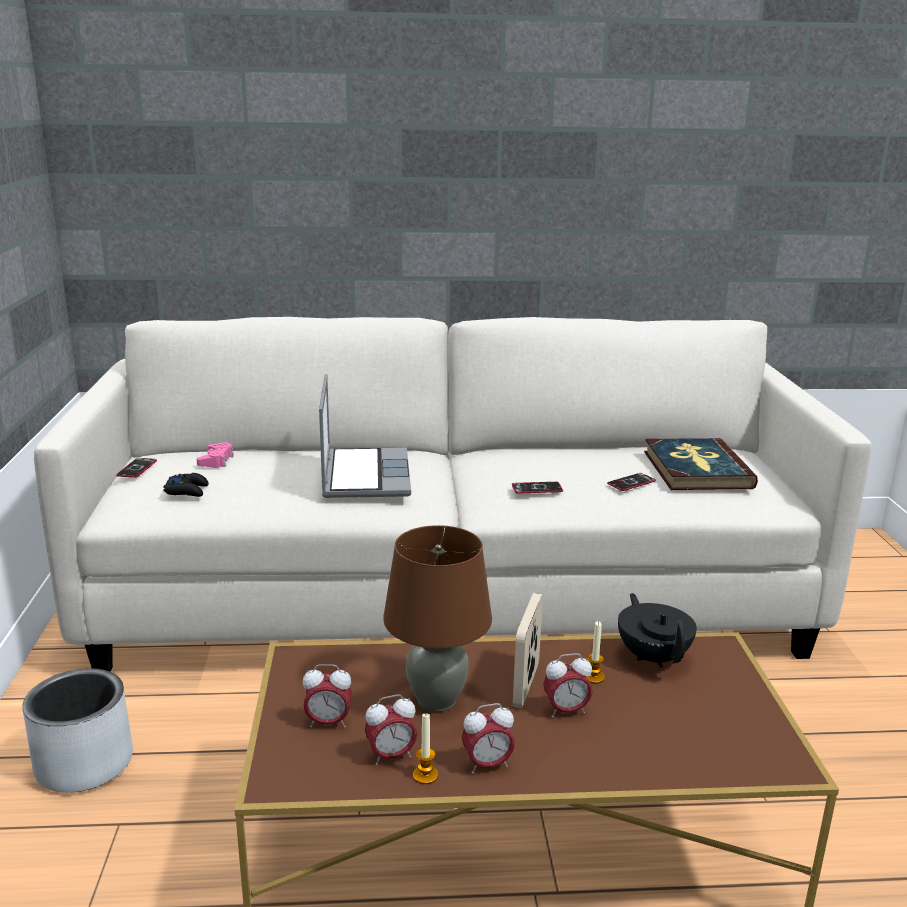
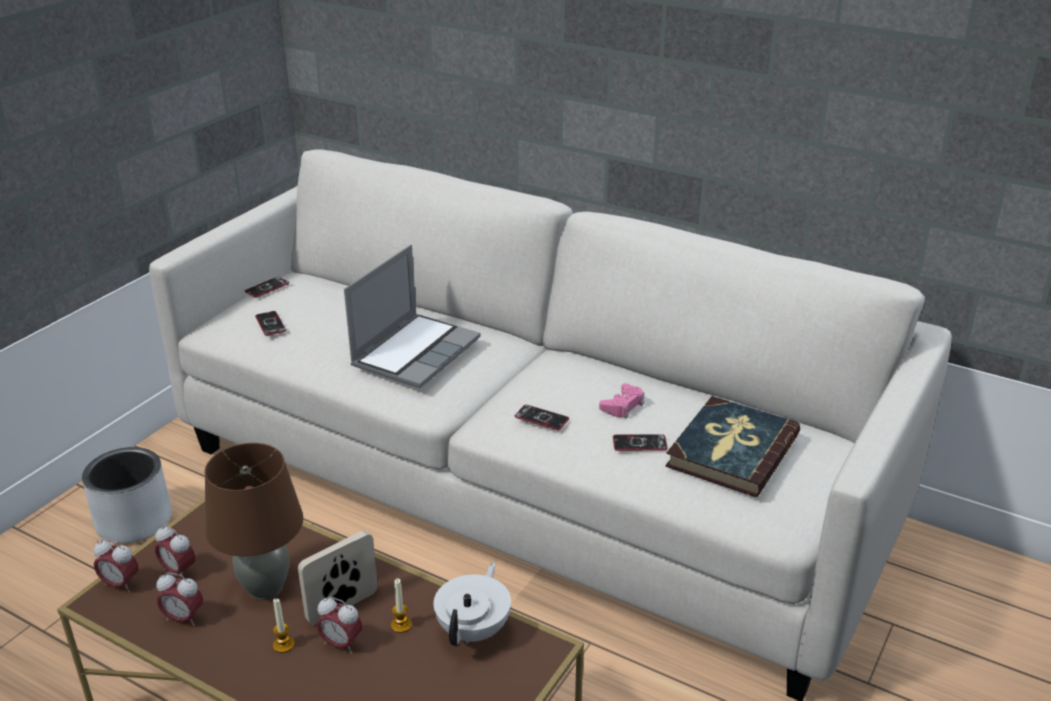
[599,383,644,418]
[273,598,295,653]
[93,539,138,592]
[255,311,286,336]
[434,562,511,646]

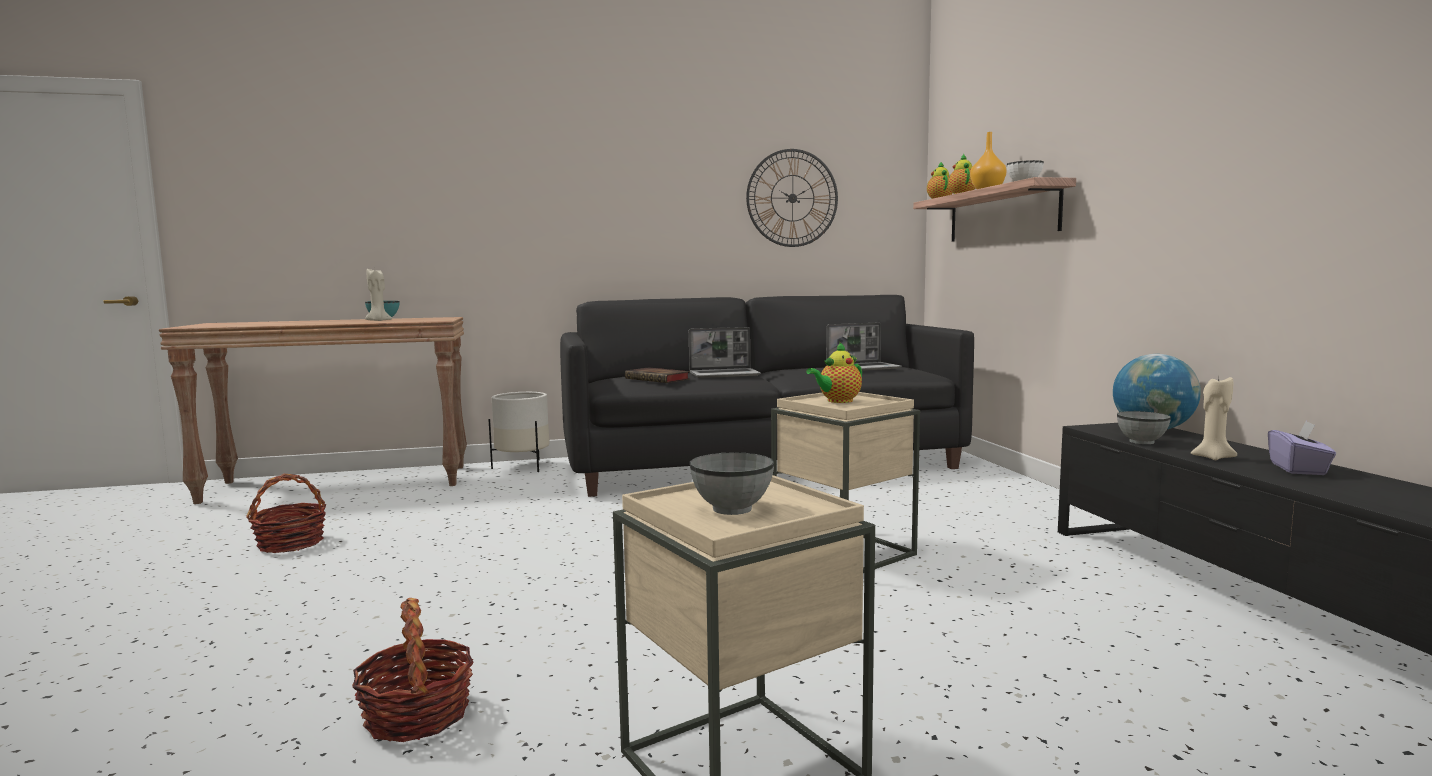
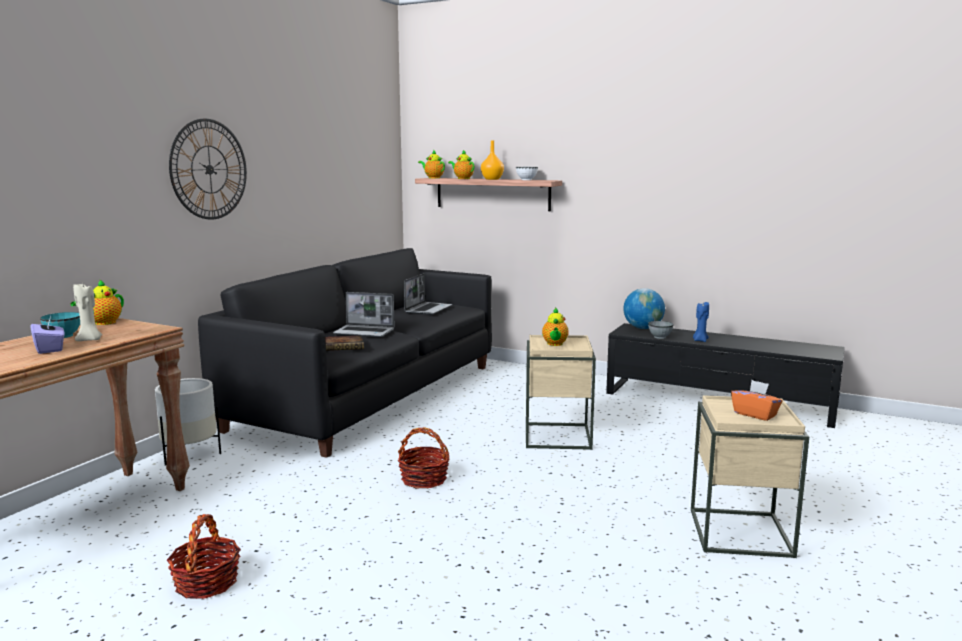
[71,279,124,325]
[398,427,450,489]
[169,119,247,220]
[30,316,65,354]
[731,380,782,421]
[693,302,709,342]
[333,292,395,337]

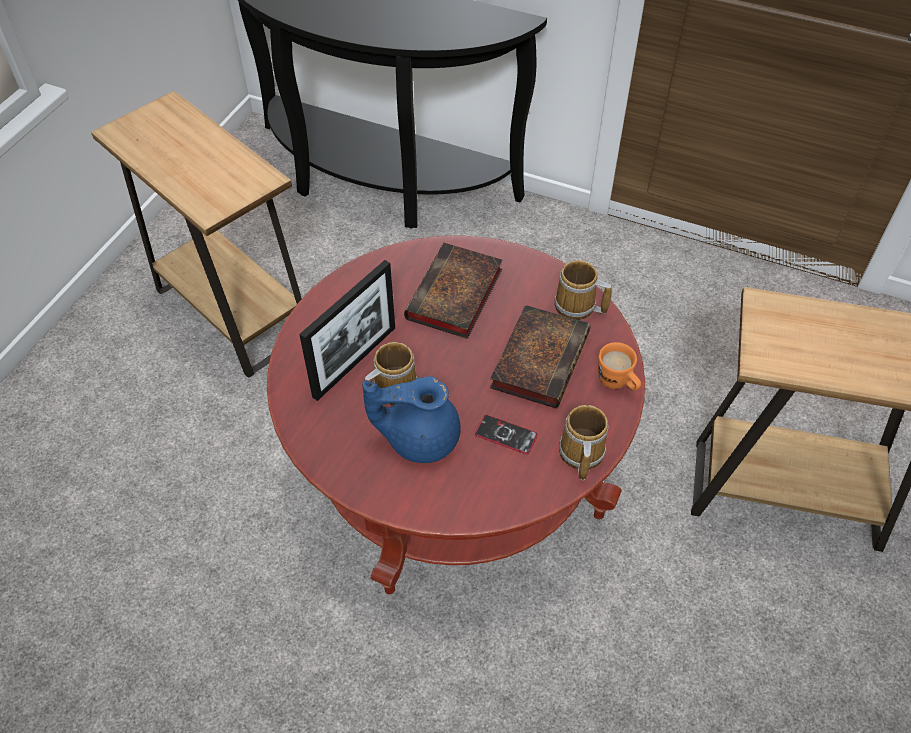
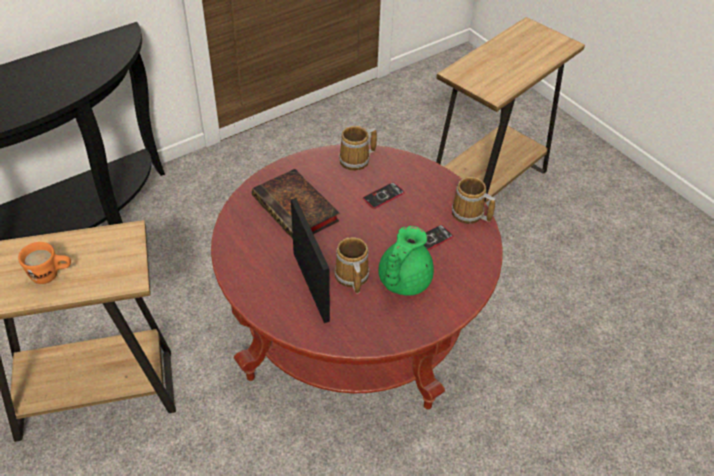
[18,242,71,284]
[363,182,405,209]
[378,226,434,296]

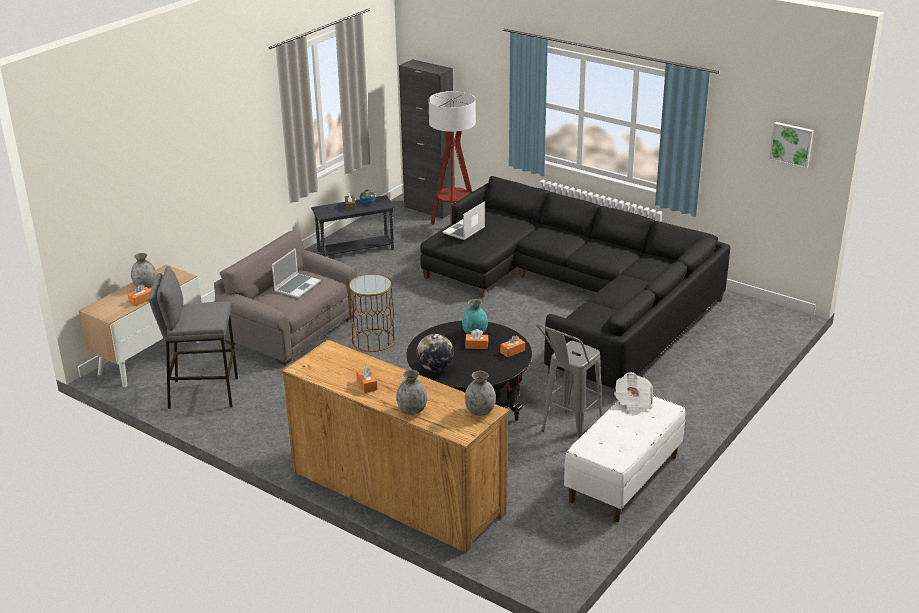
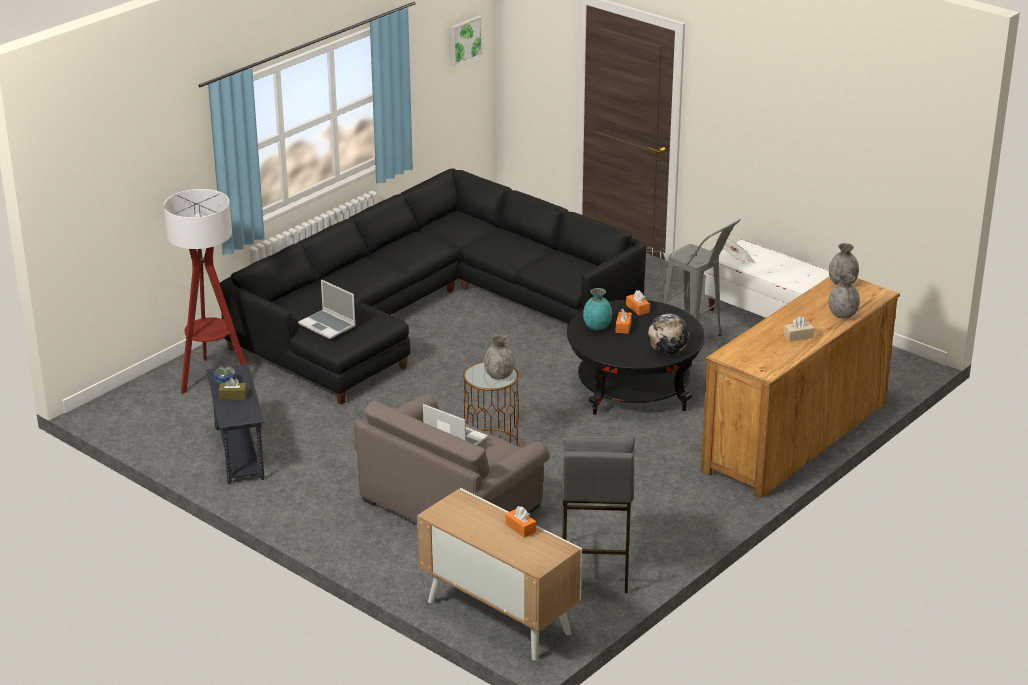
[399,59,455,219] (first image)
[484,335,515,379]
[784,316,814,342]

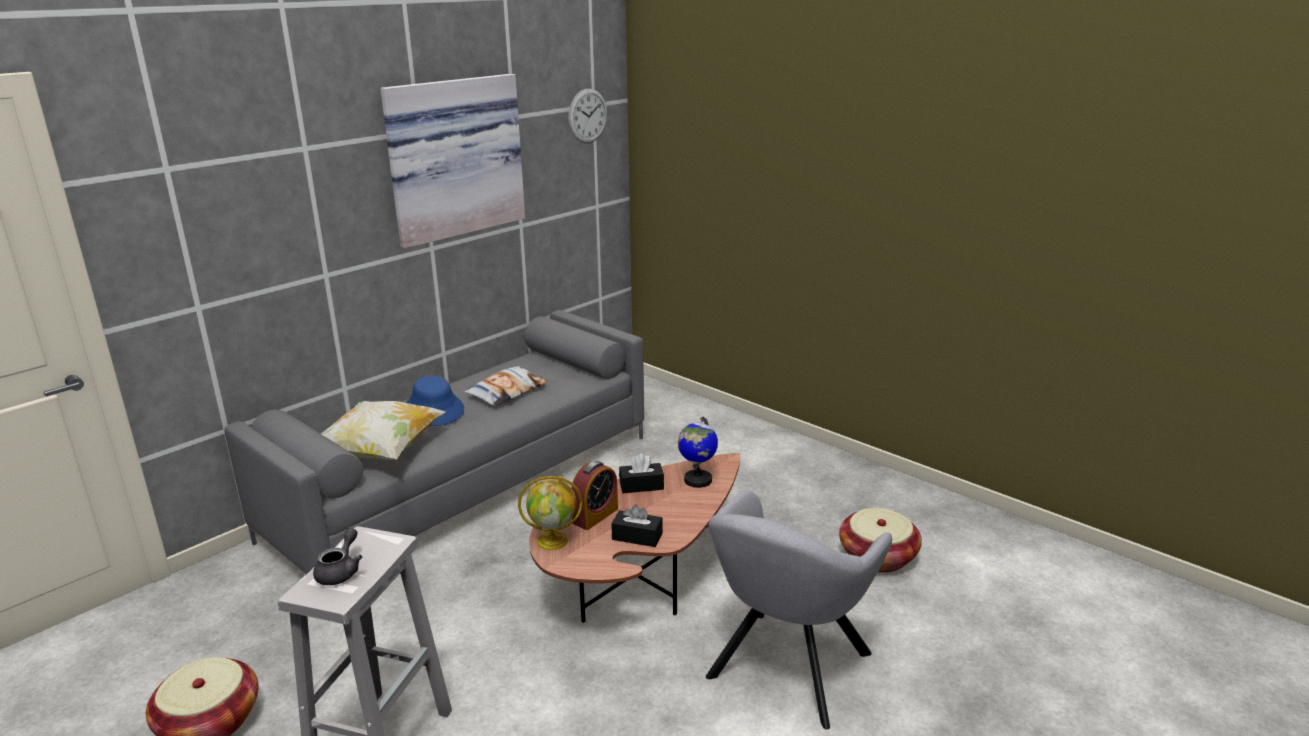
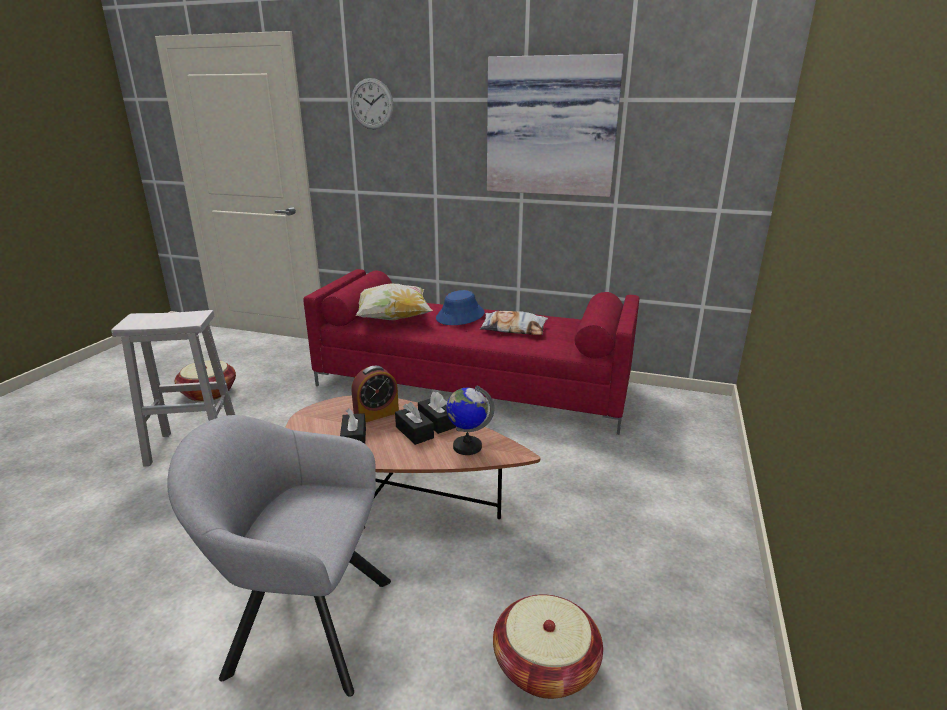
[313,528,362,585] (first image)
[518,476,583,550] (first image)
[395,402,434,445]
[351,78,394,129]
[303,269,639,435]
[351,366,399,422]

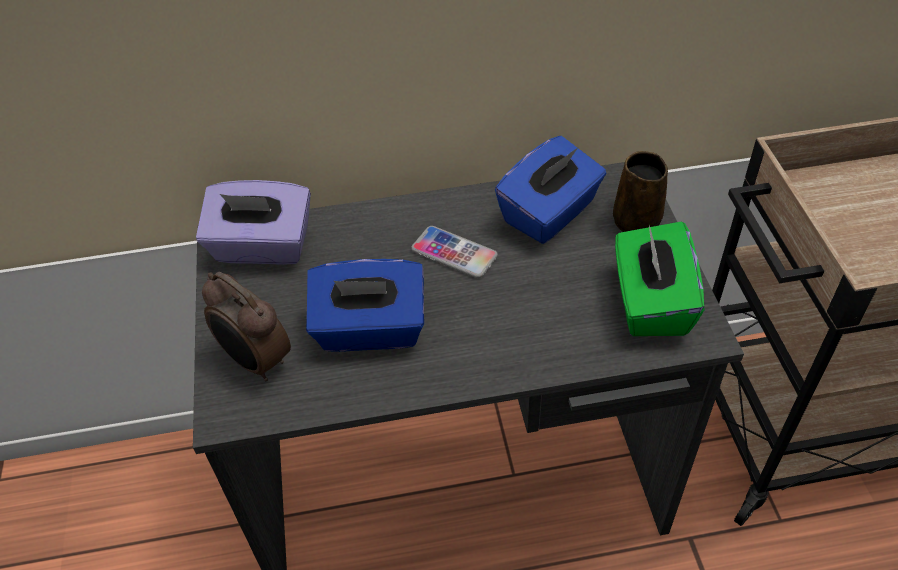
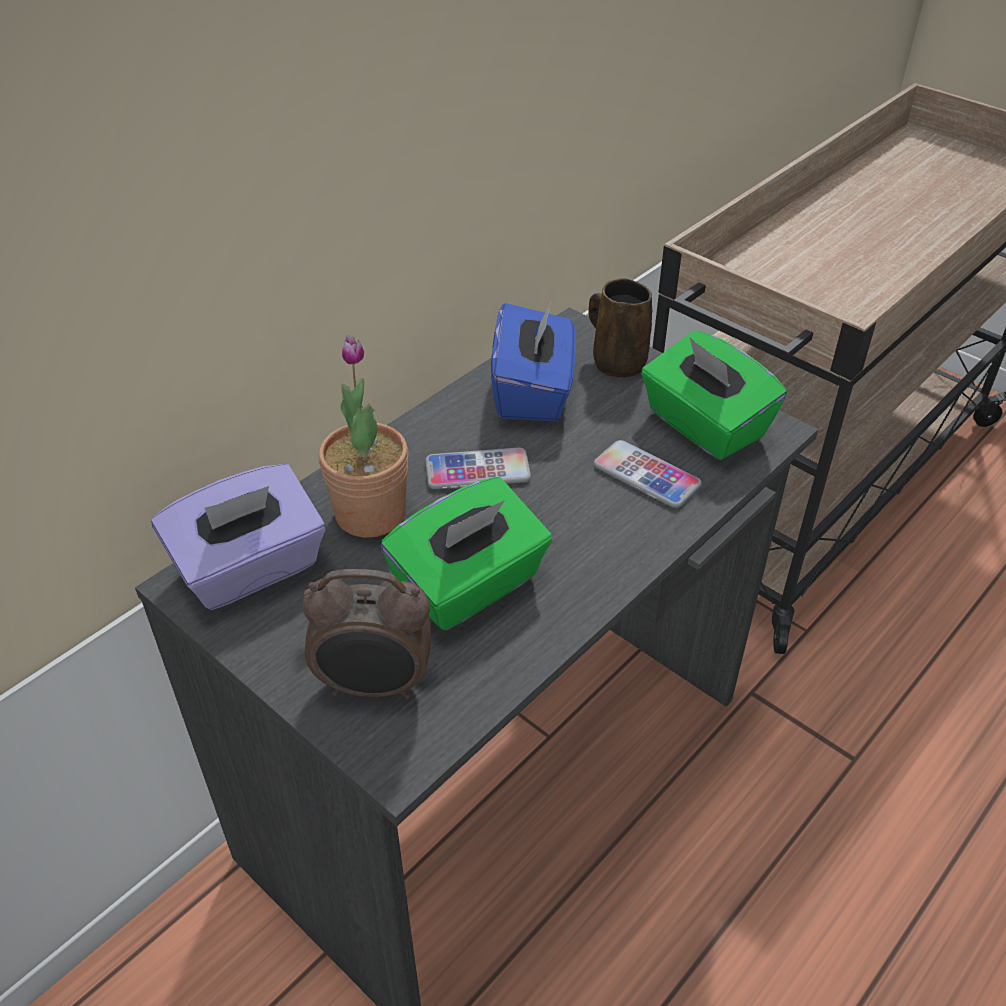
[319,335,408,538]
[594,440,702,508]
[381,477,552,630]

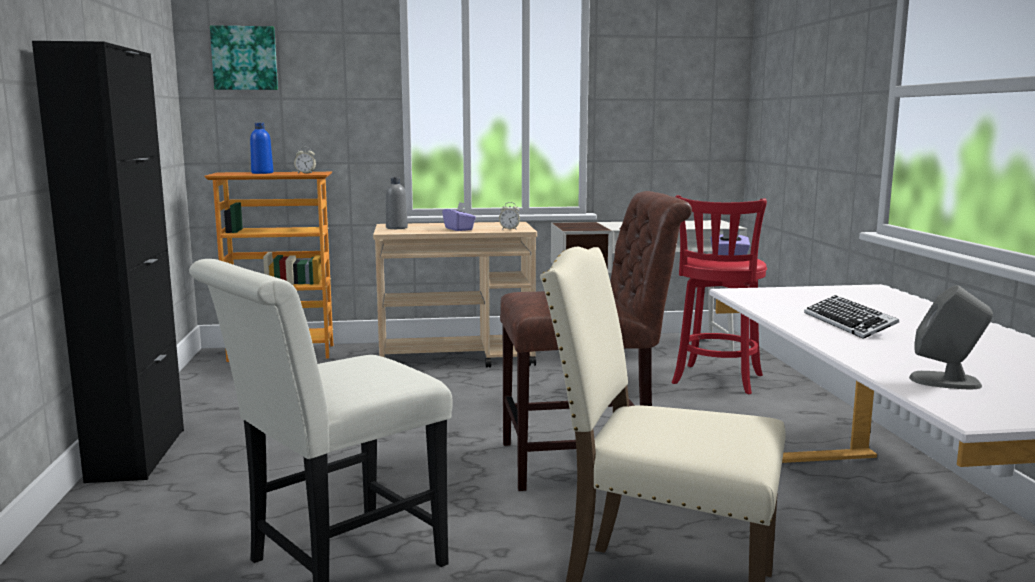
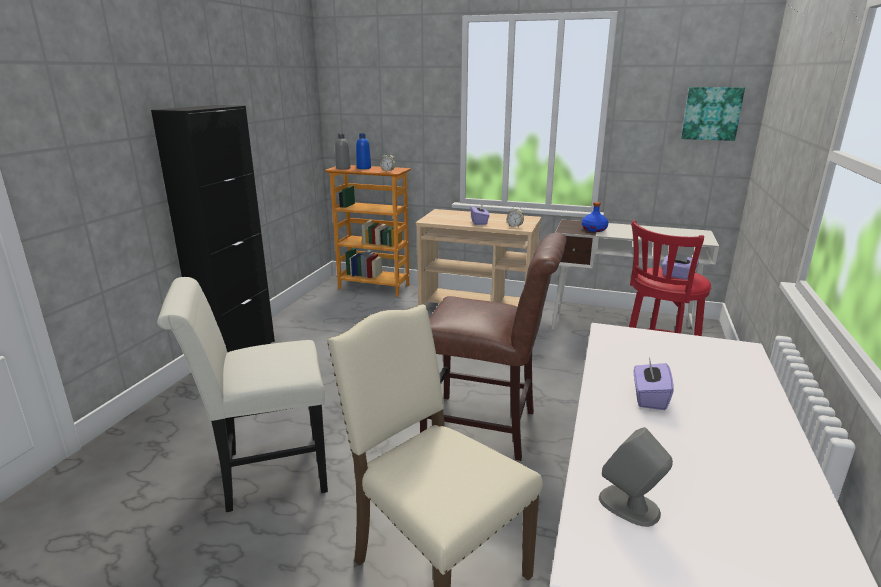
[582,202,608,232]
[681,87,745,141]
[335,134,351,170]
[634,357,674,410]

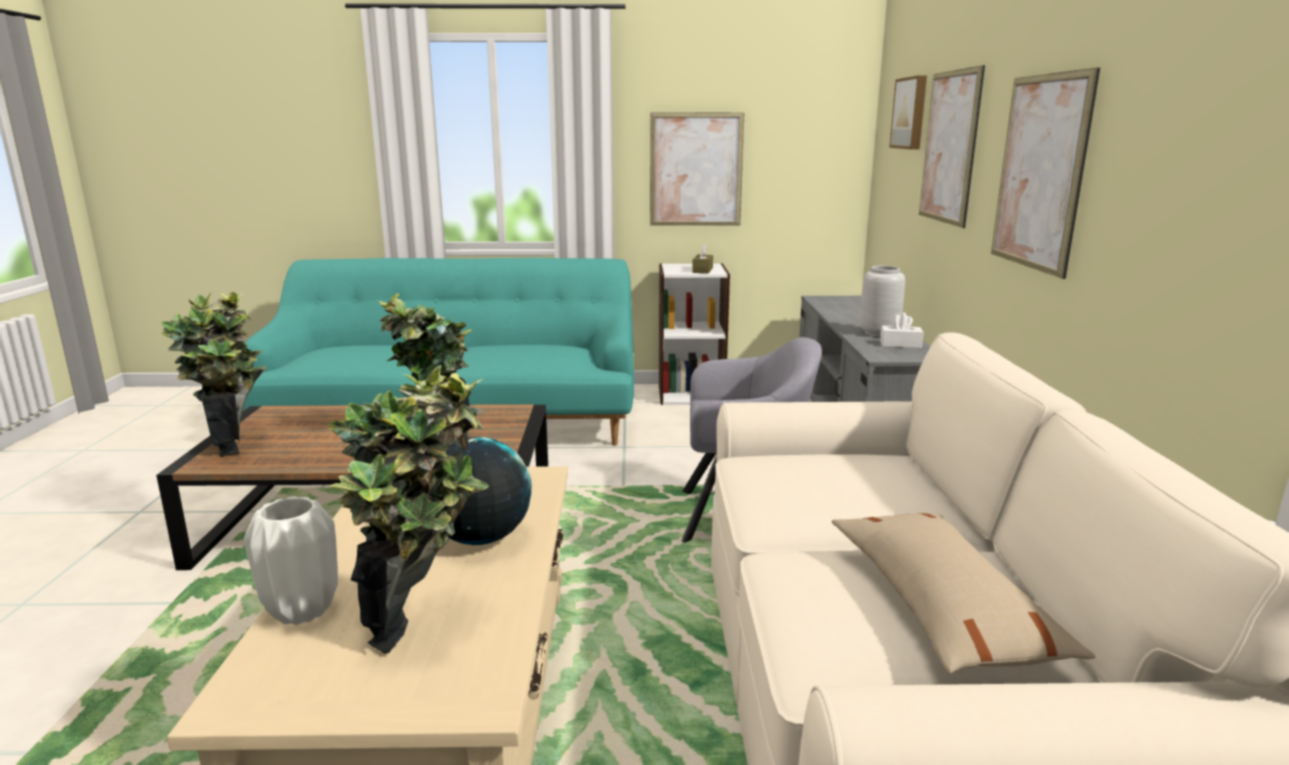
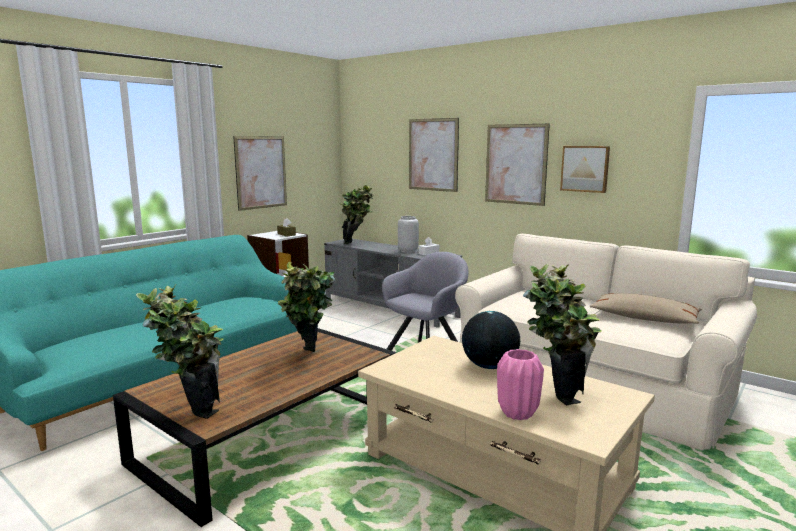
[340,185,373,244]
[560,146,610,193]
[497,349,544,420]

